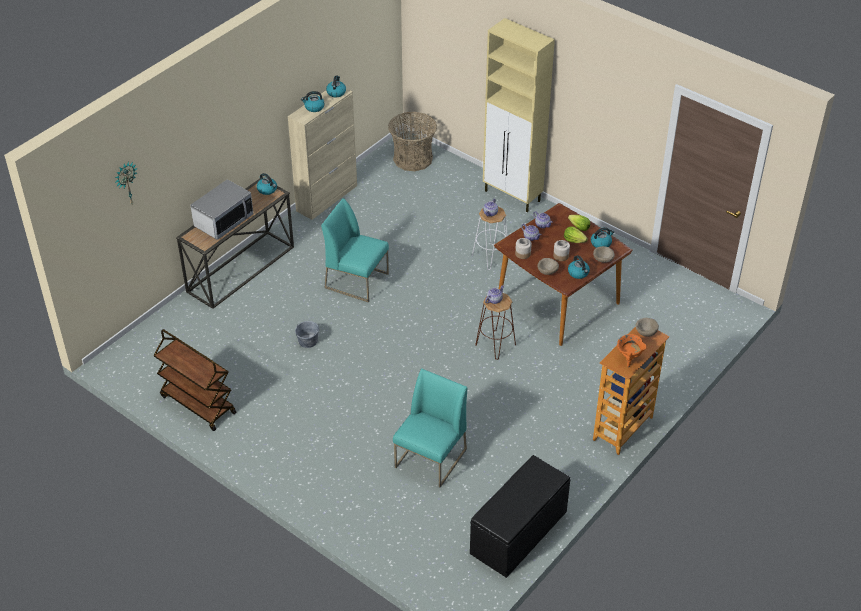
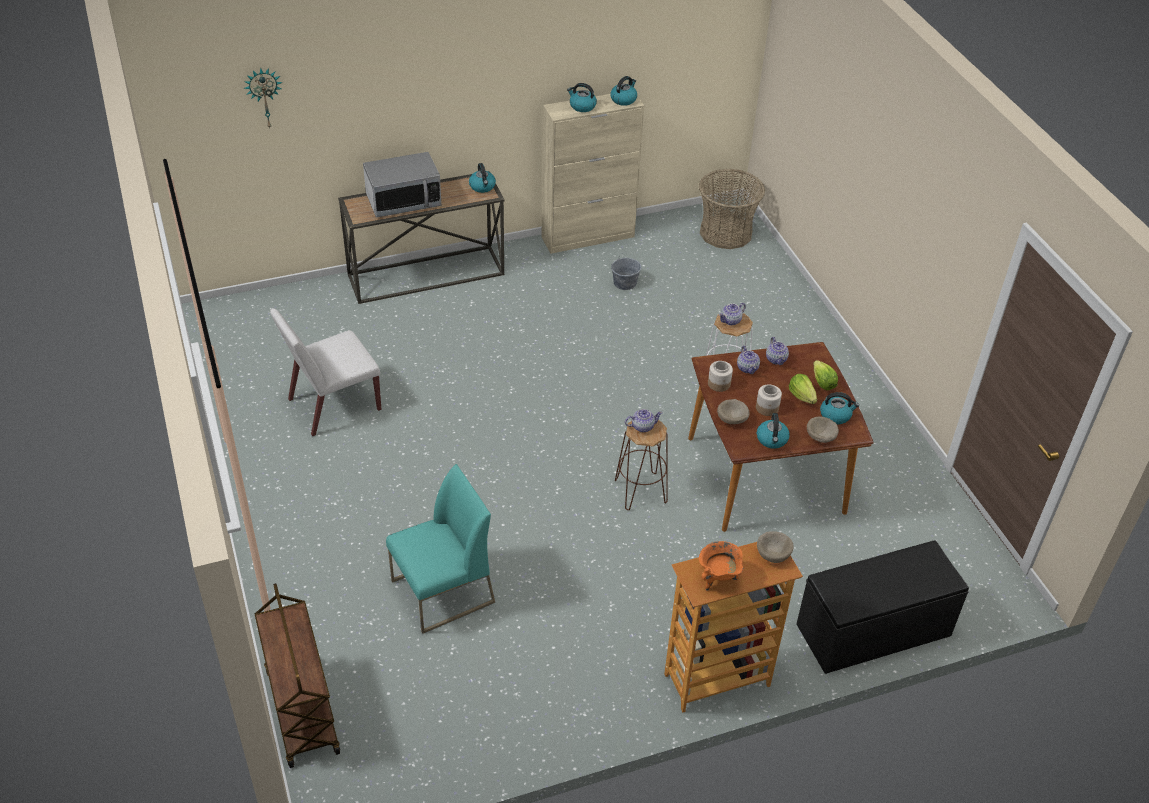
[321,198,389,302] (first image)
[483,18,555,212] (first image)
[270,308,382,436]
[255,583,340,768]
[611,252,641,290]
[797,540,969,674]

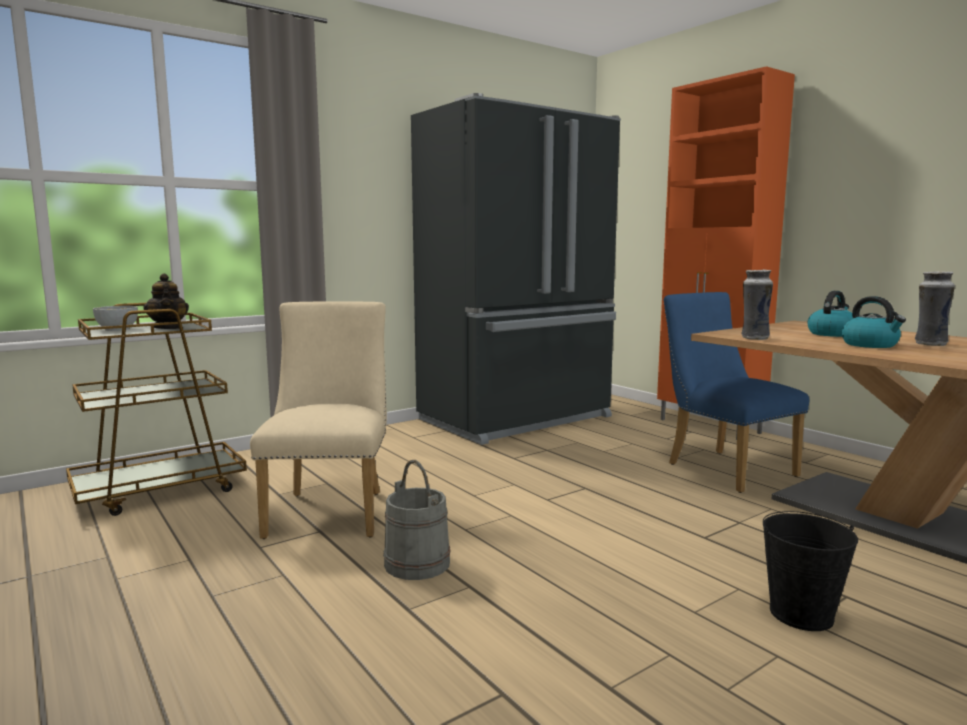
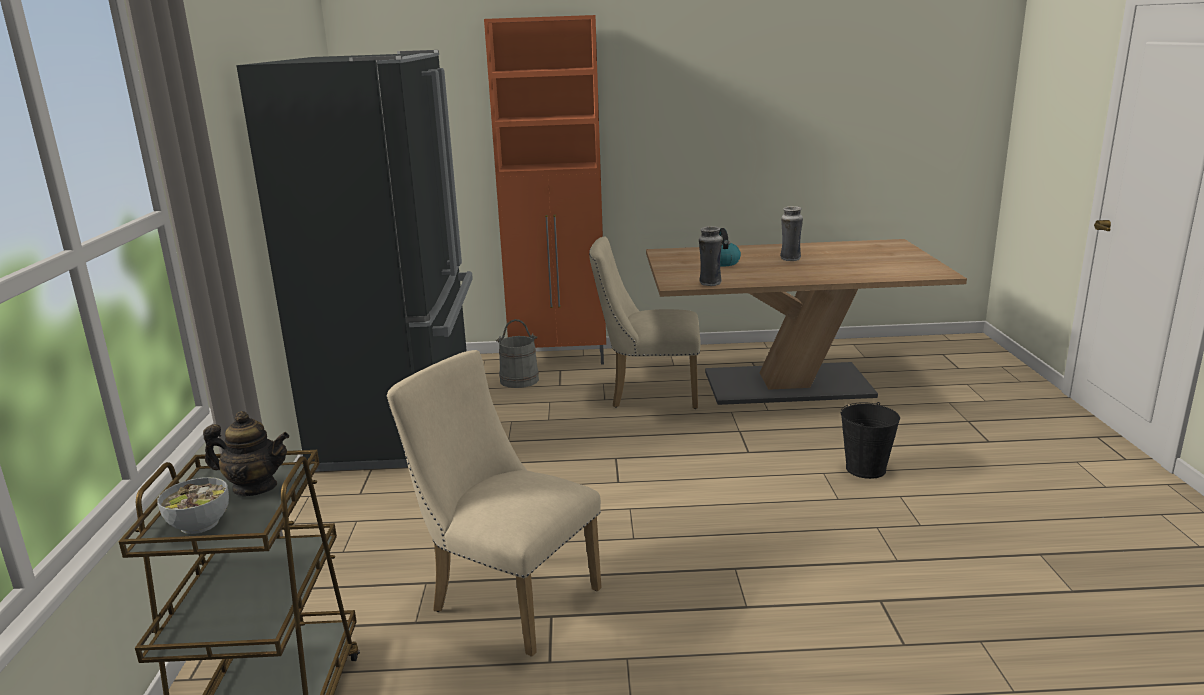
[842,296,906,348] (first image)
[496,319,539,388]
[589,237,701,409]

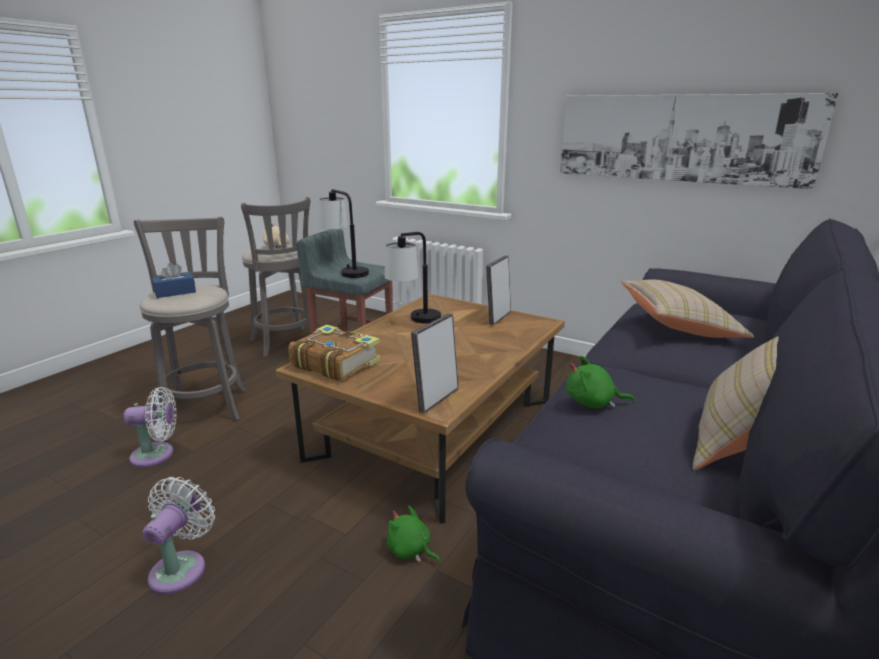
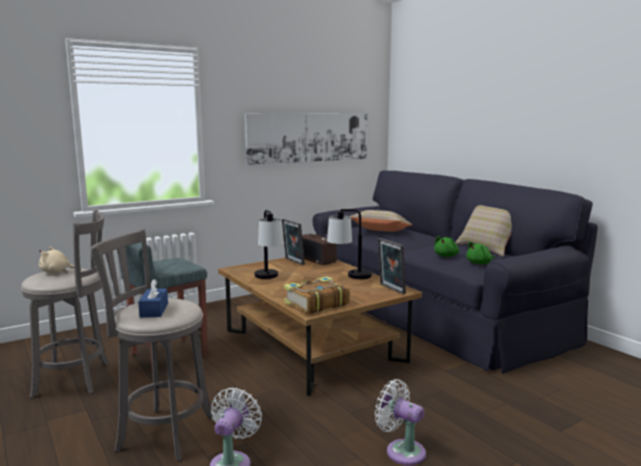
[302,234,337,265]
[327,209,372,279]
[466,241,495,264]

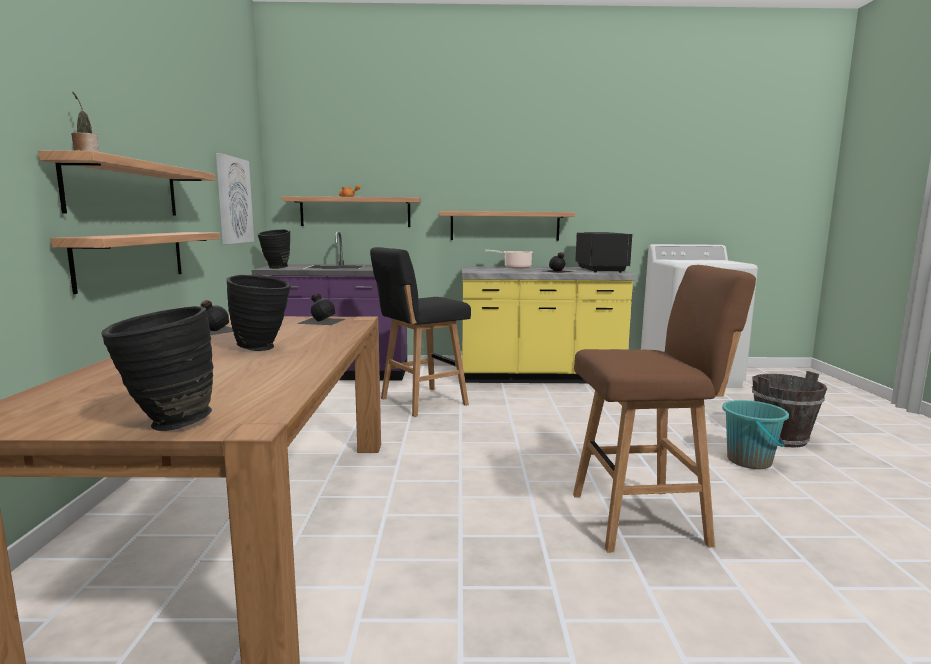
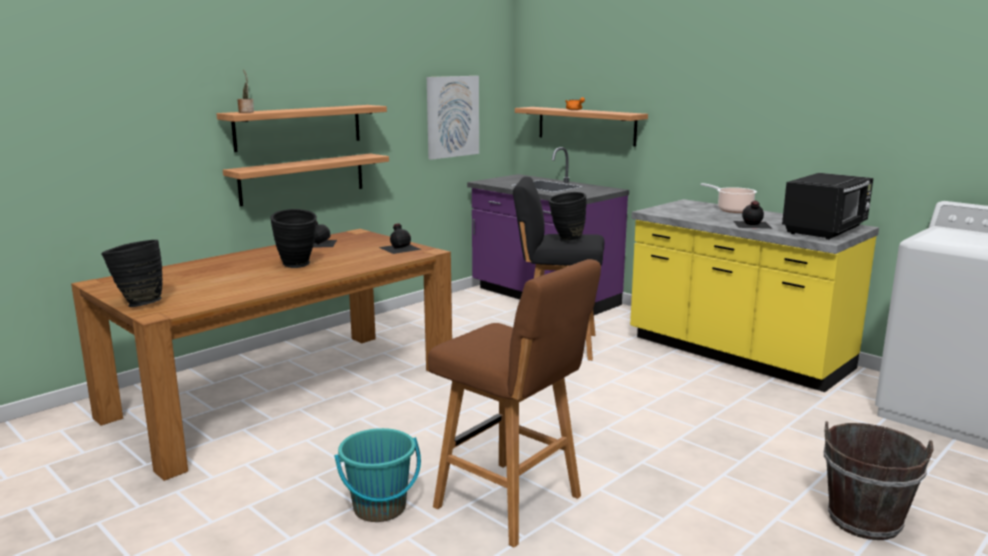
[439,211,575,241] (first image)
[548,192,587,242]
[334,428,421,522]

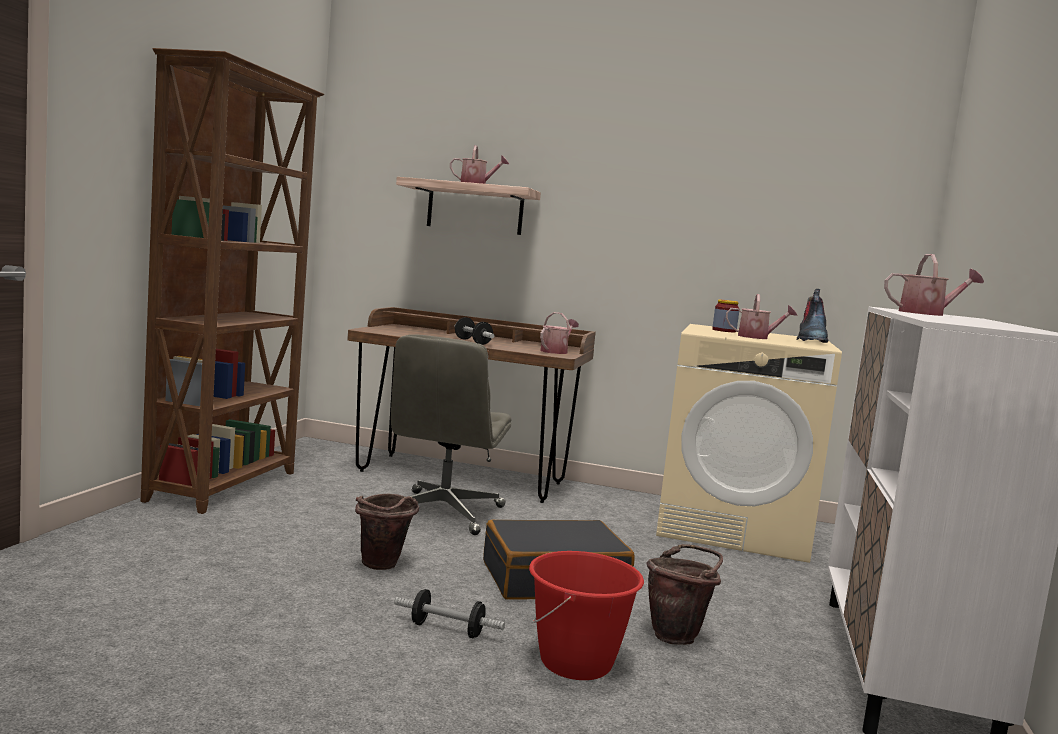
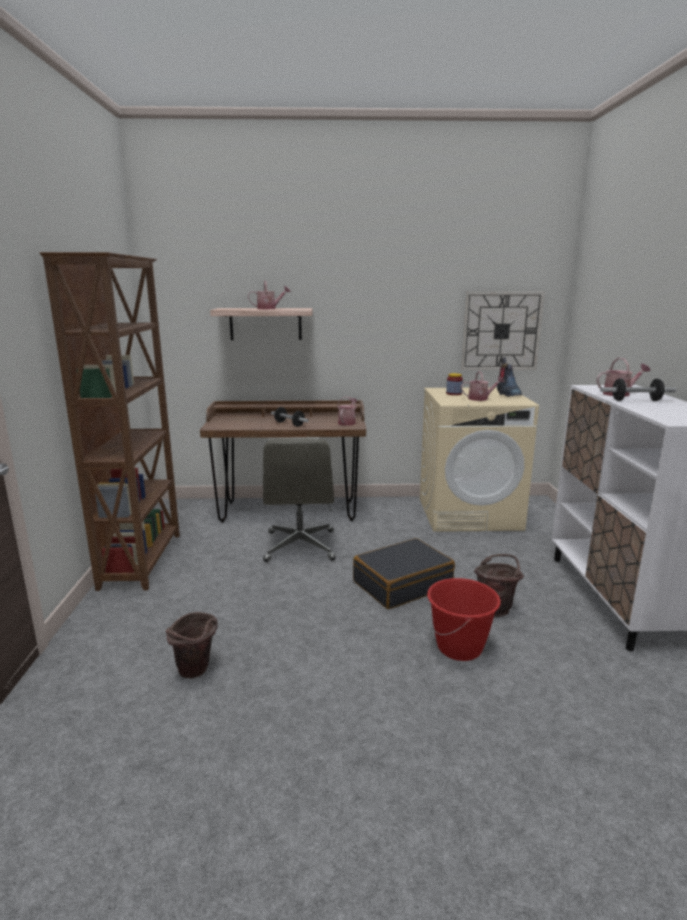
[461,292,544,370]
[166,612,218,678]
[600,379,676,401]

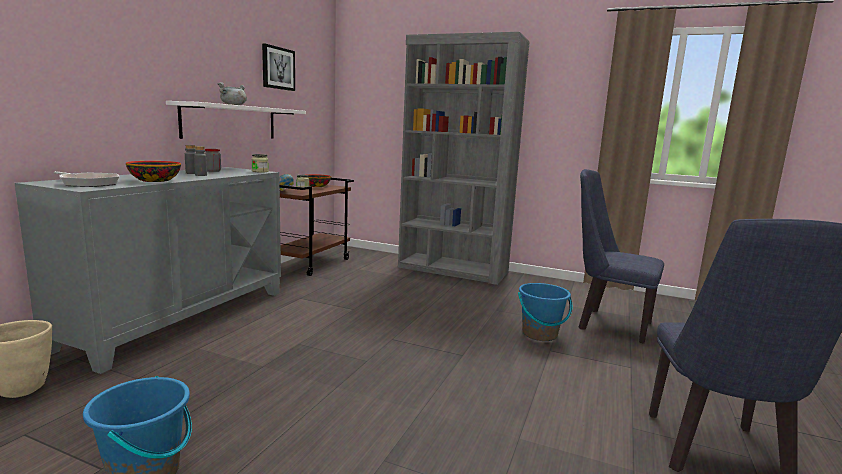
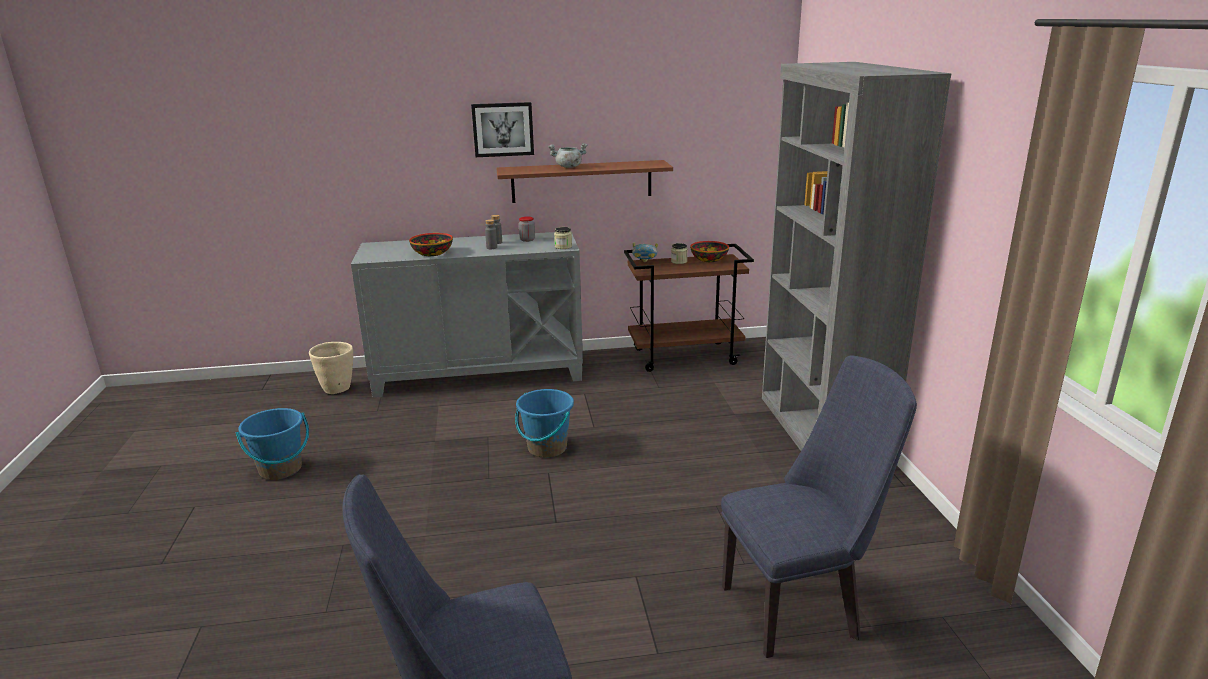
[54,171,119,187] (first image)
[471,102,534,157]
[515,389,574,458]
[496,160,673,203]
[721,355,917,658]

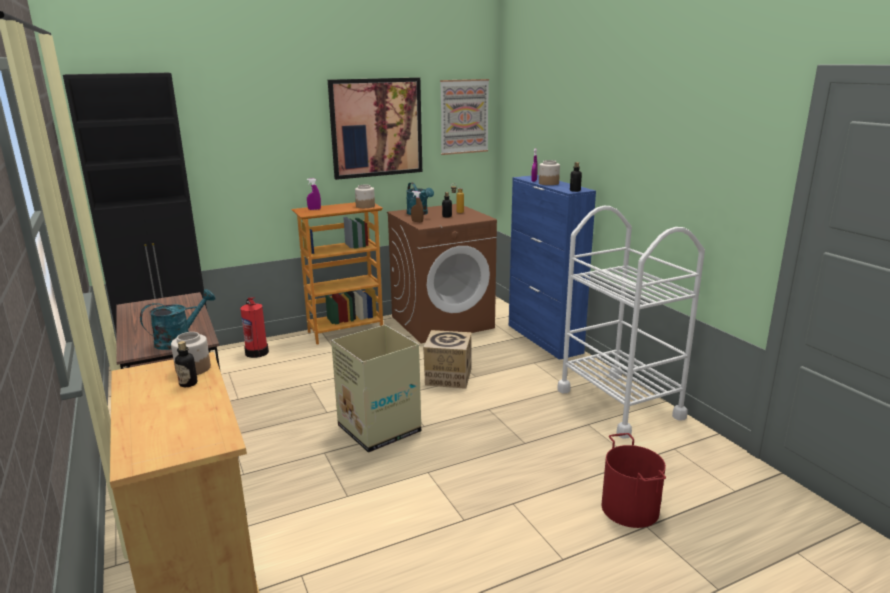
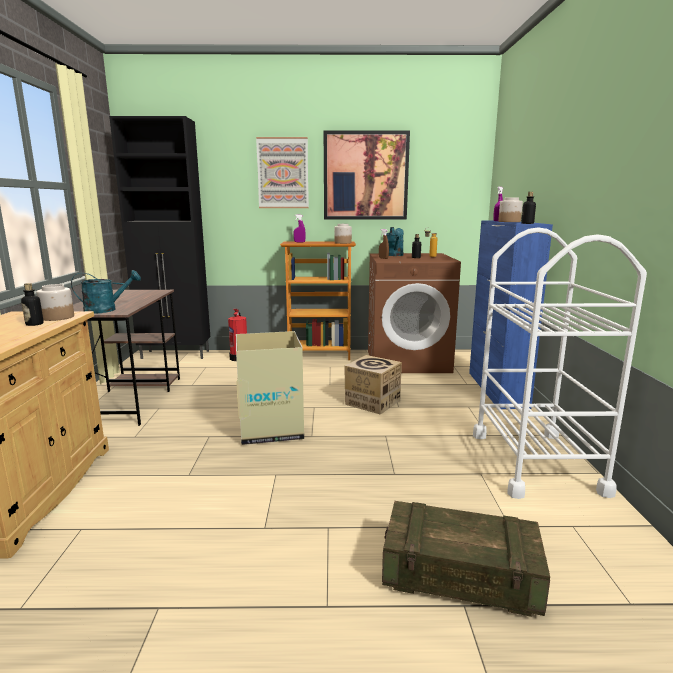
[256,137,309,208]
[382,501,550,617]

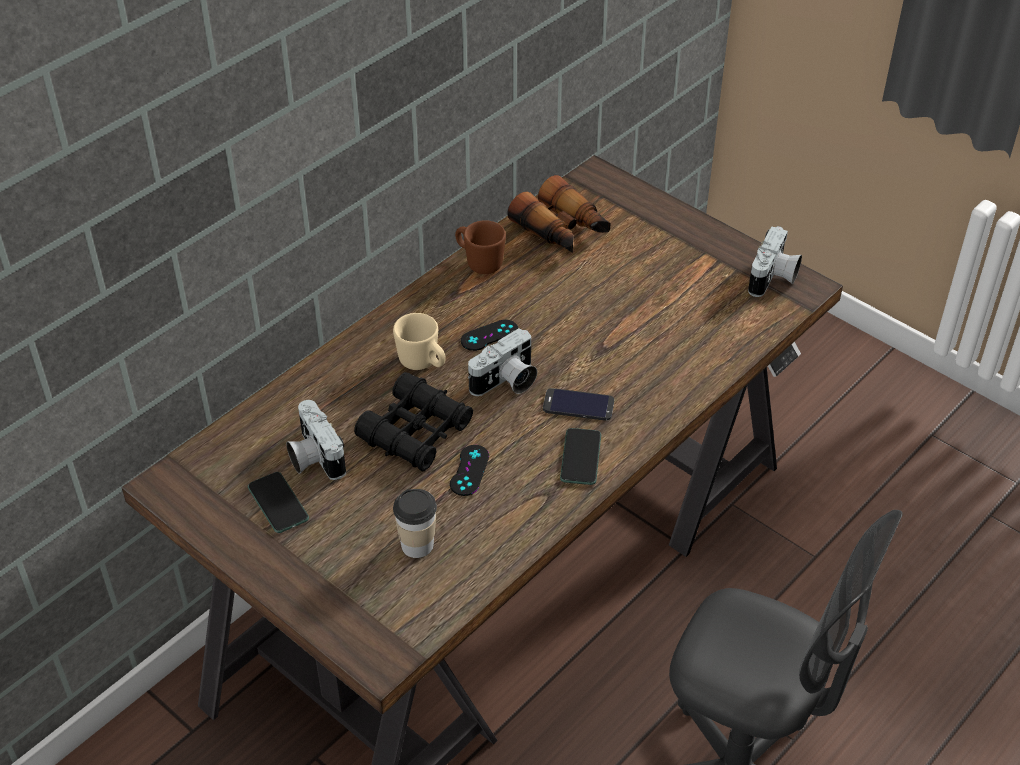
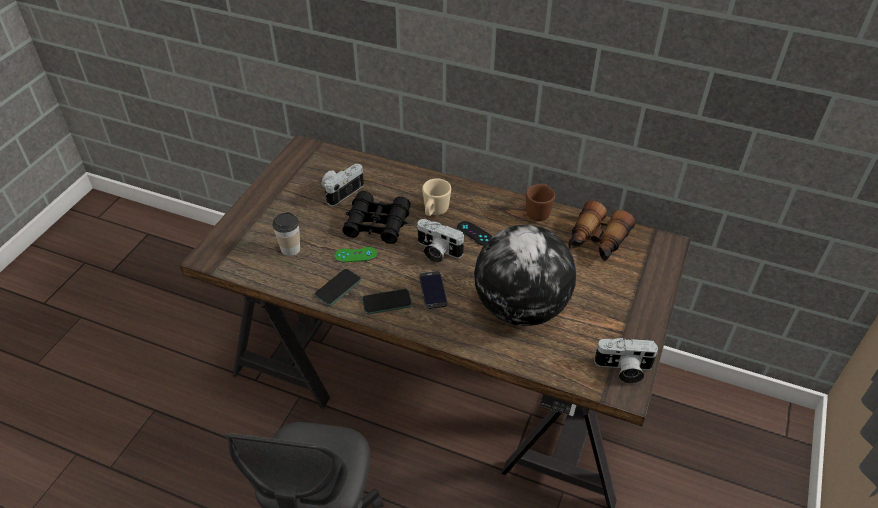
[474,225,576,326]
[314,269,362,306]
[334,247,377,263]

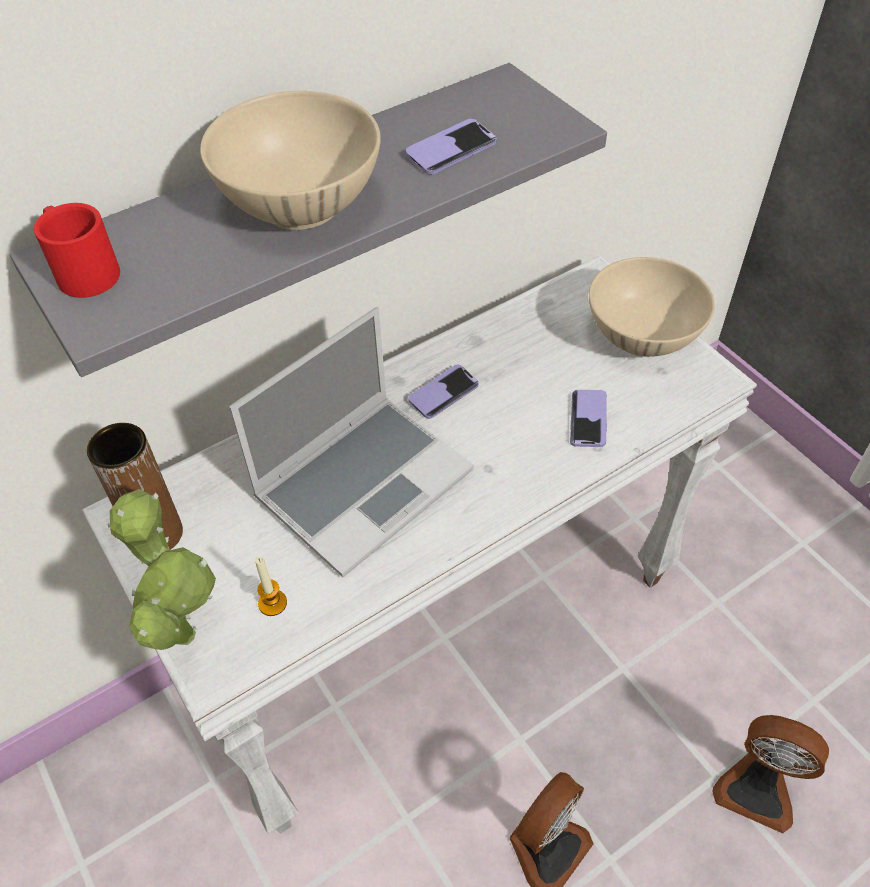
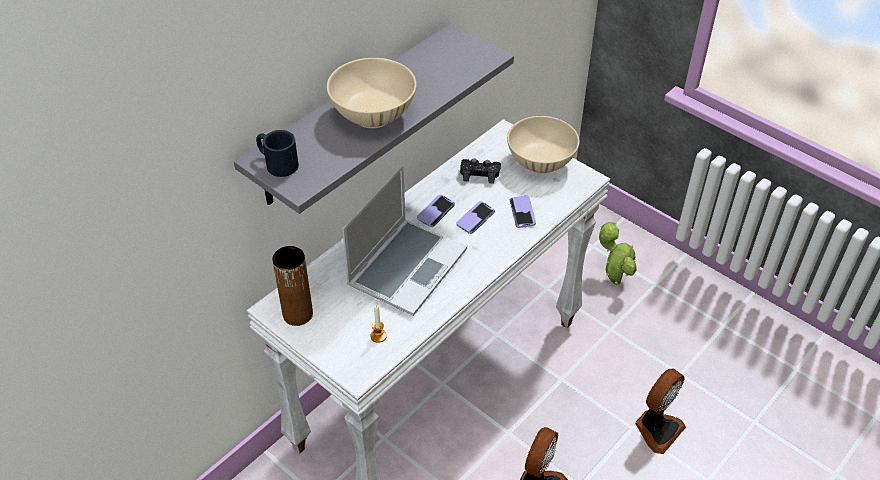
[460,159,501,184]
[599,222,637,285]
[456,201,495,234]
[256,130,299,177]
[635,369,686,454]

